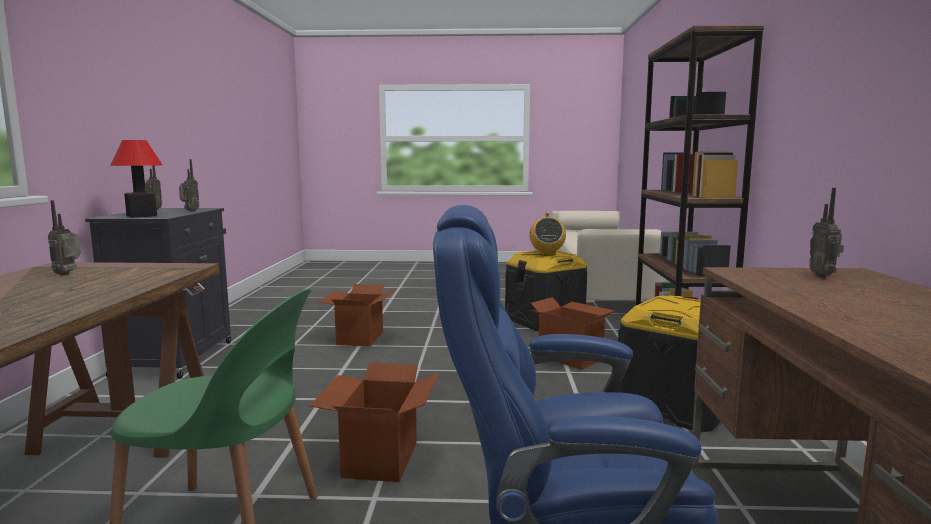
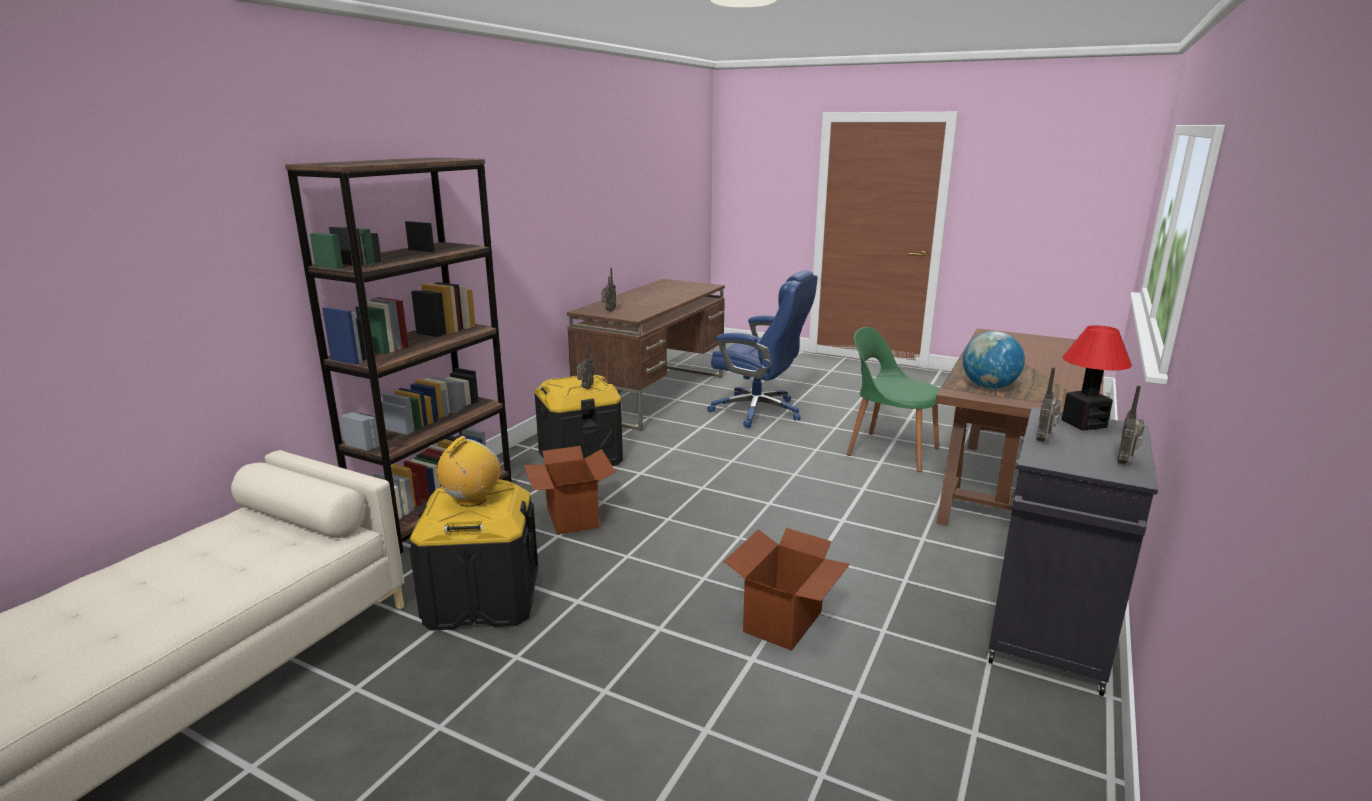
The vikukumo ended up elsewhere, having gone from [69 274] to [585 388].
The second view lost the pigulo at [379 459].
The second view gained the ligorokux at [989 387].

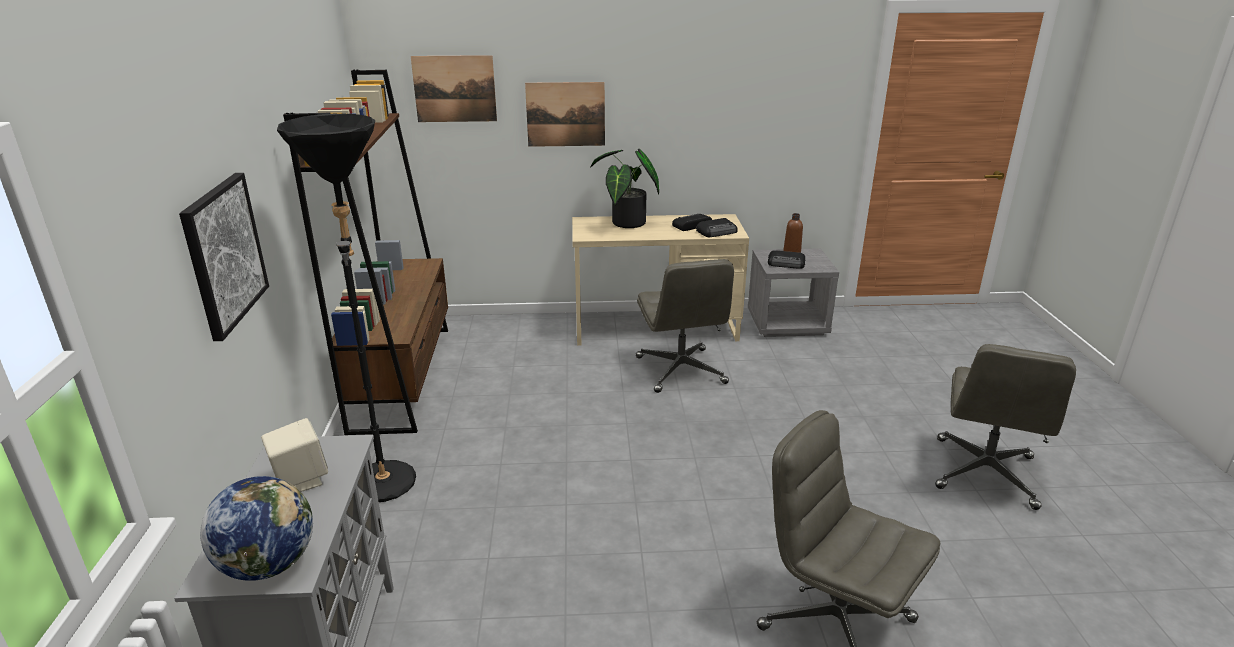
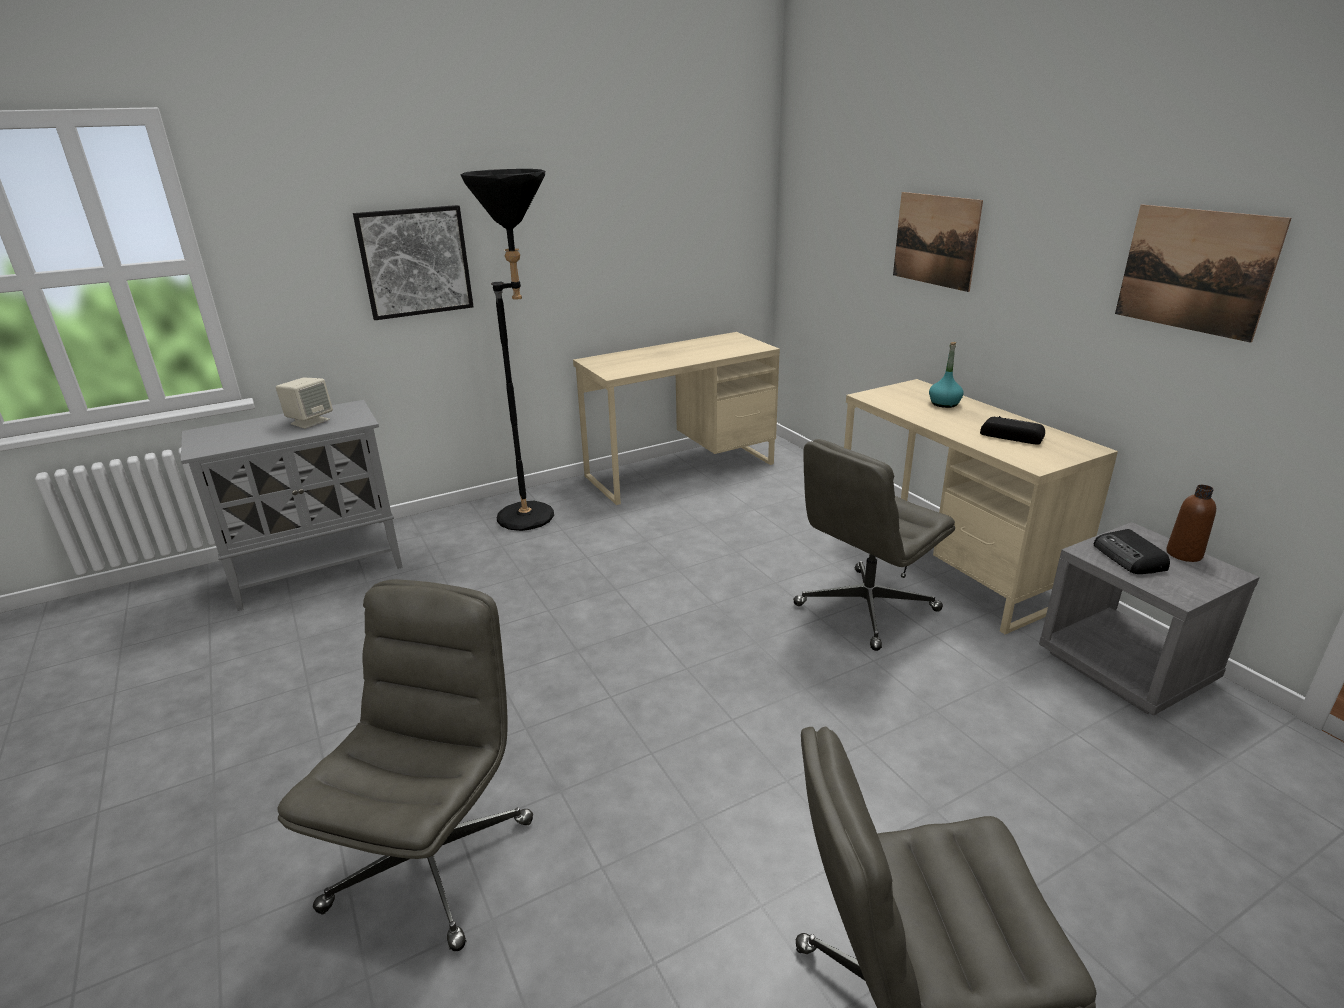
The second view lost the ligorokux at [268 564].
Where the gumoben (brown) stood at [402 376], the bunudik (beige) came to stand at [680 470].
The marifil ended up elsewhere, having gone from [454 89] to [1195 270].
Where the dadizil stood at [625 224], the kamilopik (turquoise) came to stand at [944 403].
The second view lost the vikukumo at [717 232].

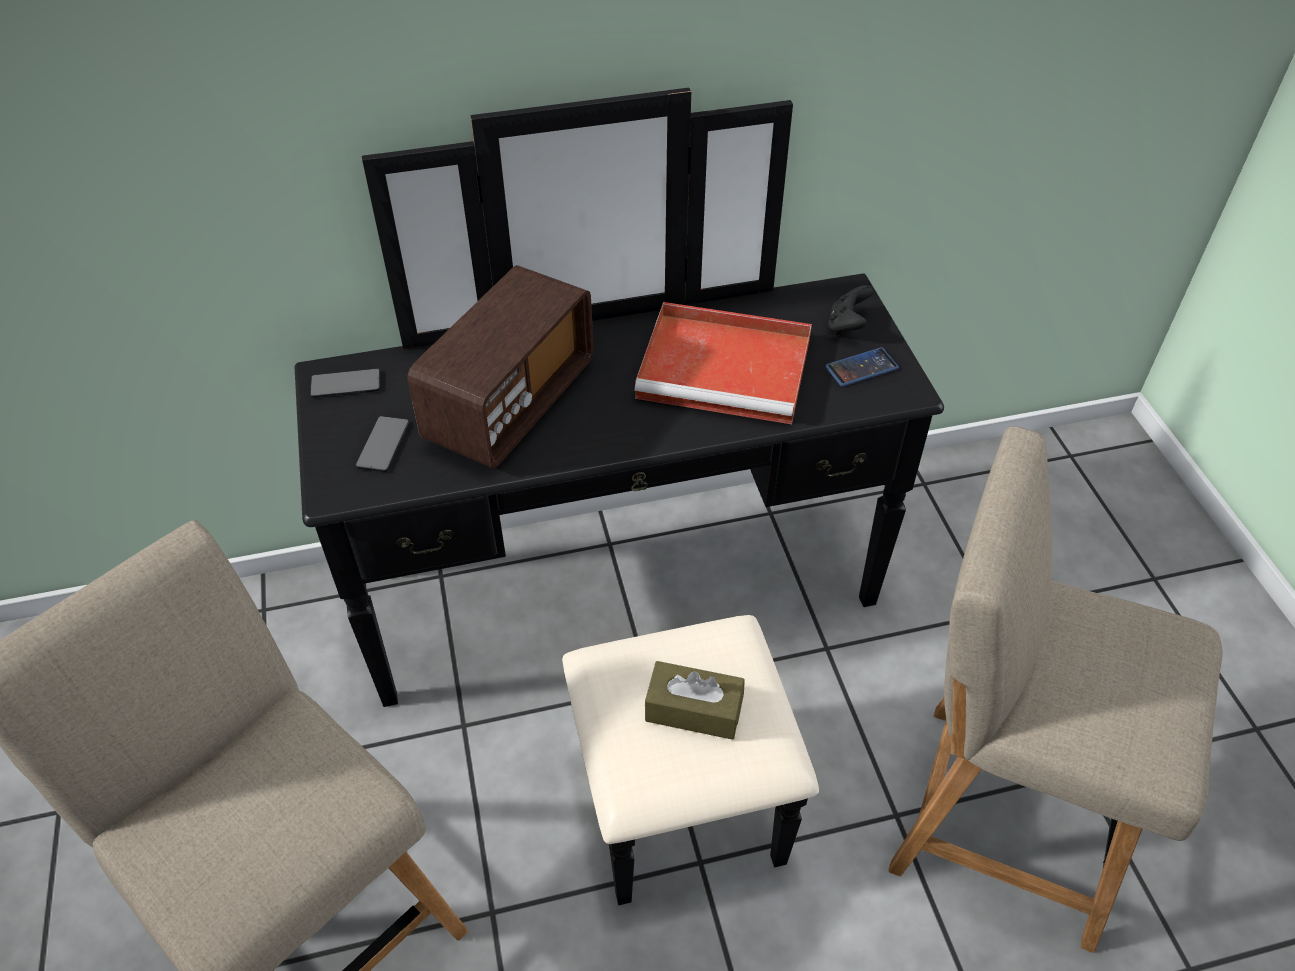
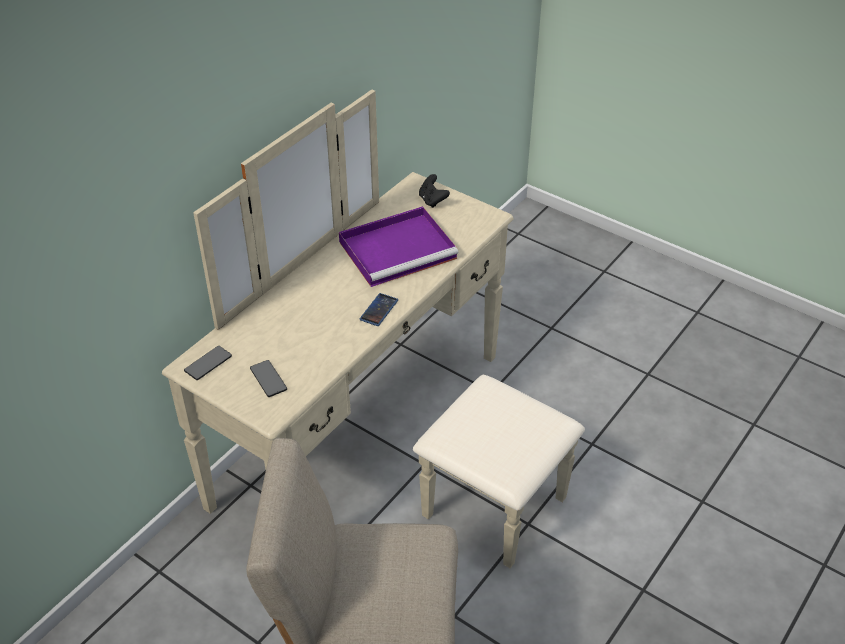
What was the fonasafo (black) at [634 632] turned into the fonasafo (beige) at [390 444].
The second view lost the vikukumo at [510 403].
What was the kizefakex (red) at [728 368] turned into the kizefakex (purple) at [399 249].
The second view lost the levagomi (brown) at [693 710].
The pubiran ended up elsewhere, having gone from [861 368] to [379 310].
The second view lost the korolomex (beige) at [994 815].

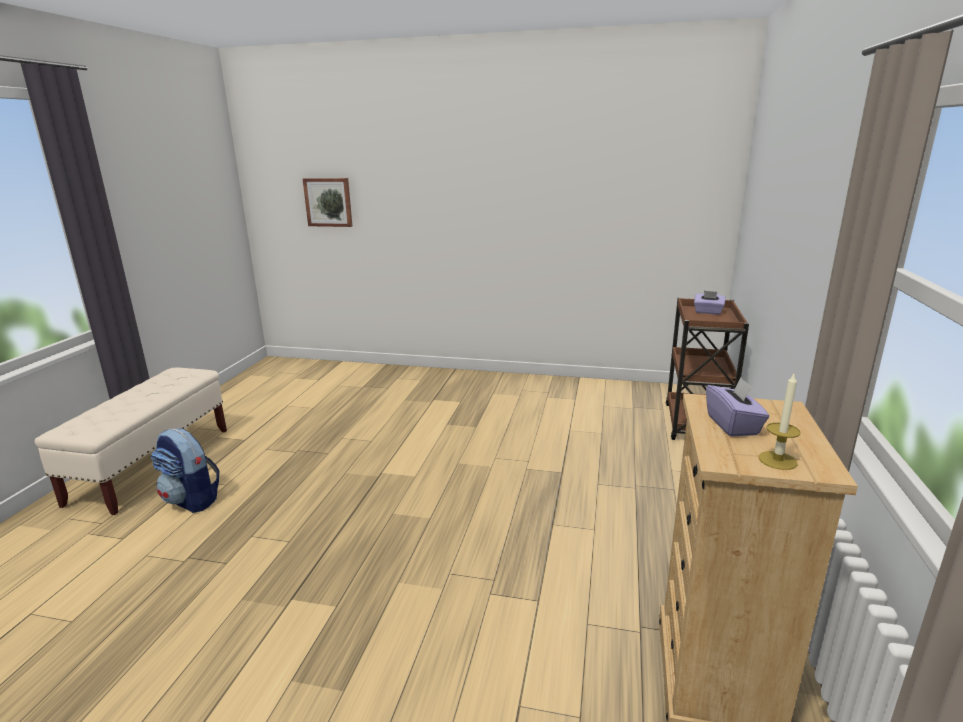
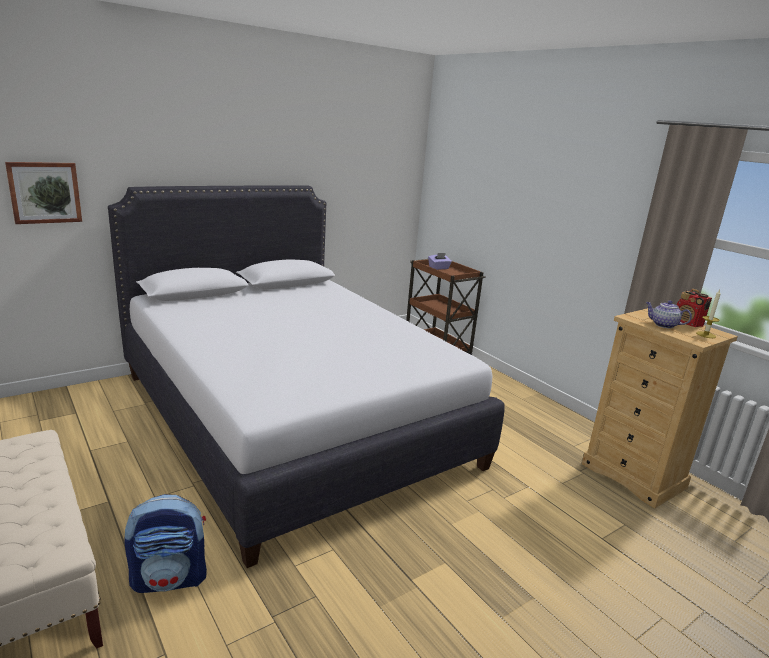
Where the levagomi (purple) stood at [733 425], the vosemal came to stand at [663 325].
The second view gained the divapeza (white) at [291 418].
The second view gained the vikukumo at [688 323].

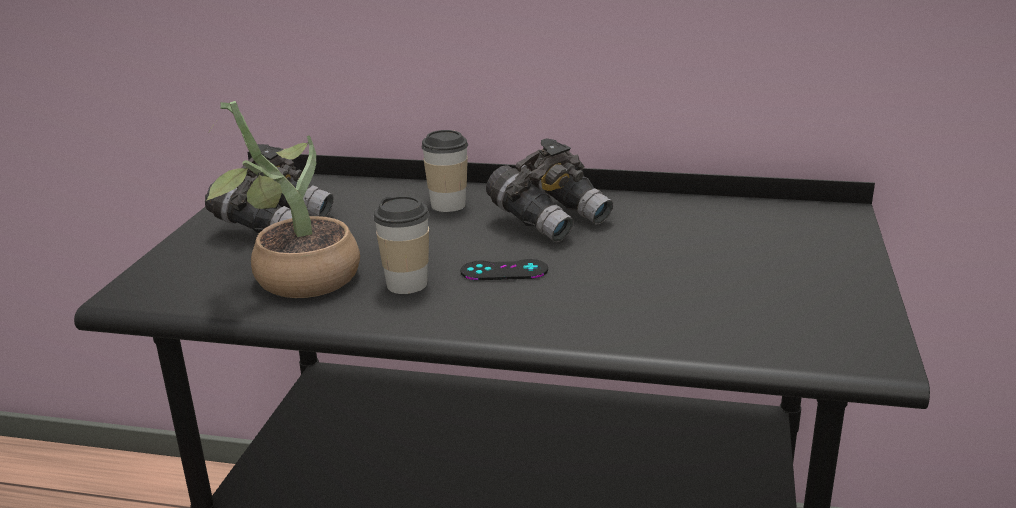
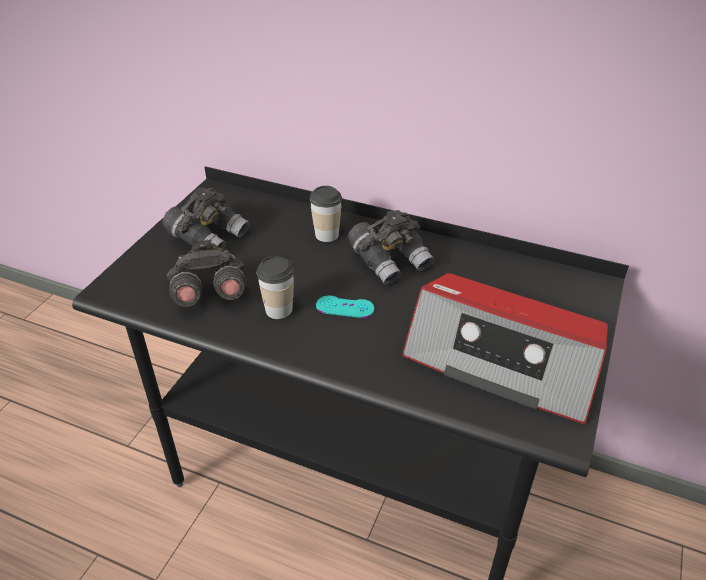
Where the dadizil stood at [293 279], the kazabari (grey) came to stand at [209 293].
What was the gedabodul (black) at [504 270] turned into the gedabodul (turquoise) at [345 307].
The second view gained the vikukumo at [502 361].

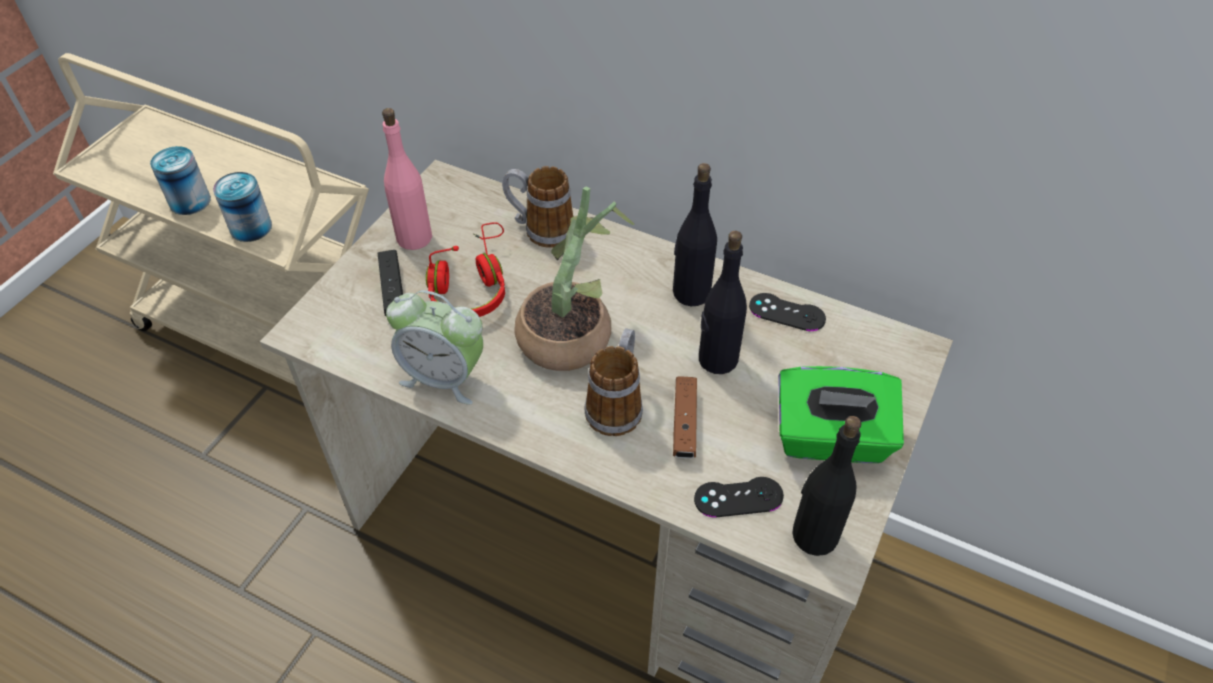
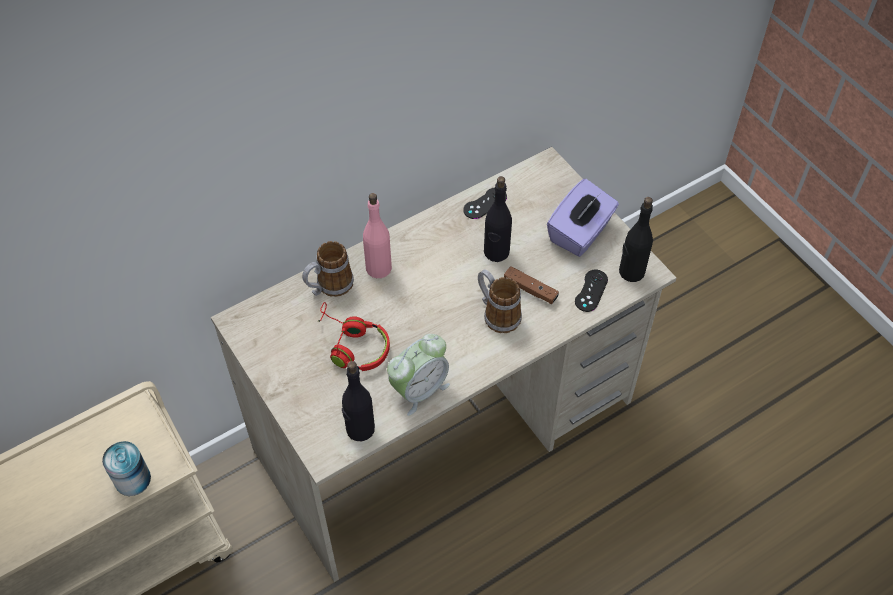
The second view lost the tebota at [190 201].
The second view lost the gedabodul (black) at [392 290].
The kamilopik (pink) ended up elsewhere, having gone from [414 237] to [378 268].
The second view lost the dadizil at [573 332].
The kamilopik (black) ended up elsewhere, having gone from [691 292] to [360 429].
What was the levagomi (green) at [831 439] turned into the levagomi (purple) at [580 233].

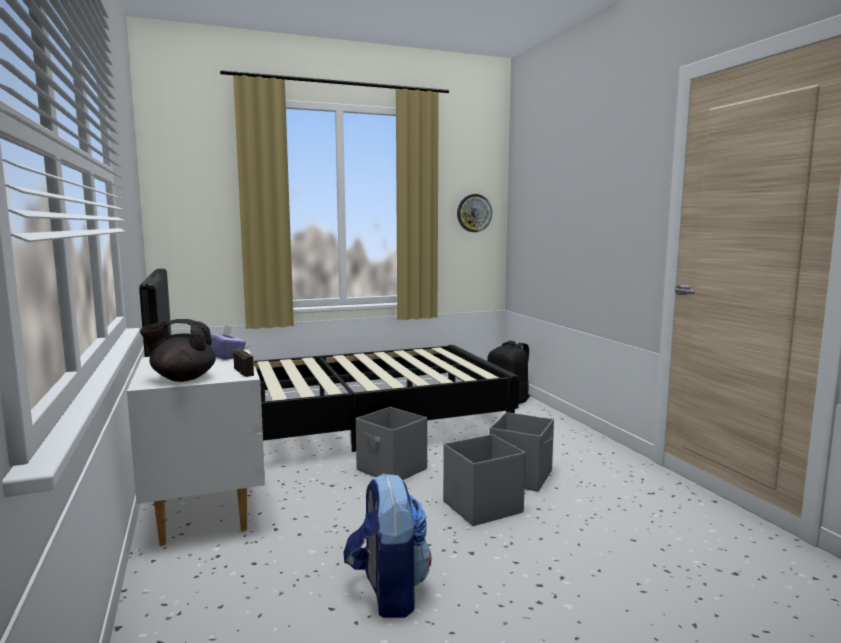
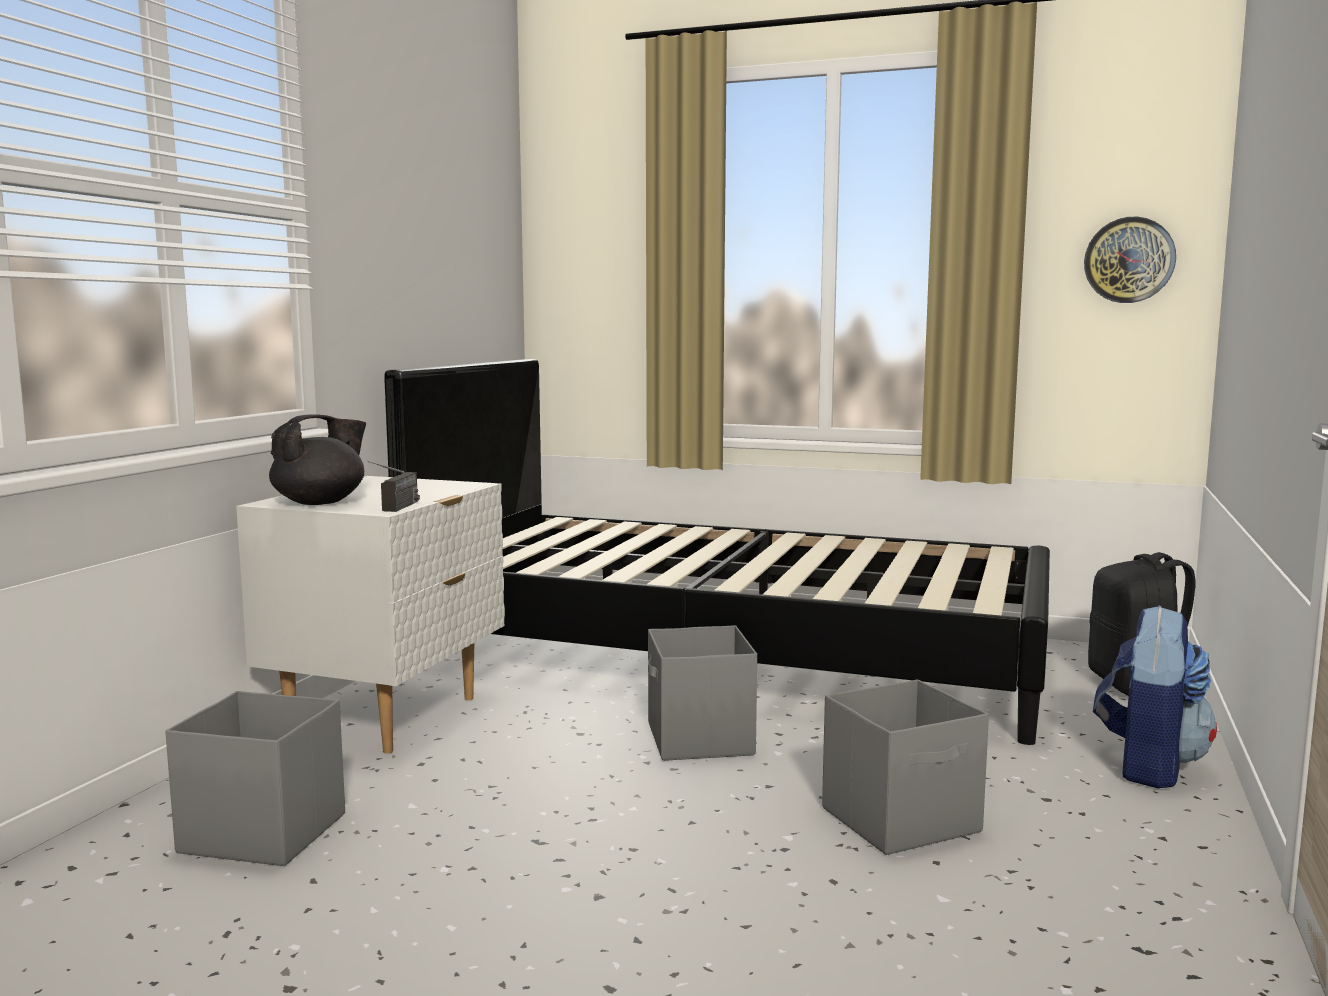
The vosemal (black) at [182 378] ended up facing another way, 105 degrees clockwise from before.
The second view lost the levagomi (purple) at [226 356].
The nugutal ended up elsewhere, having gone from [388 592] to [1148 765].
The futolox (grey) ended up elsewhere, having gone from [481 507] to [262 833].

